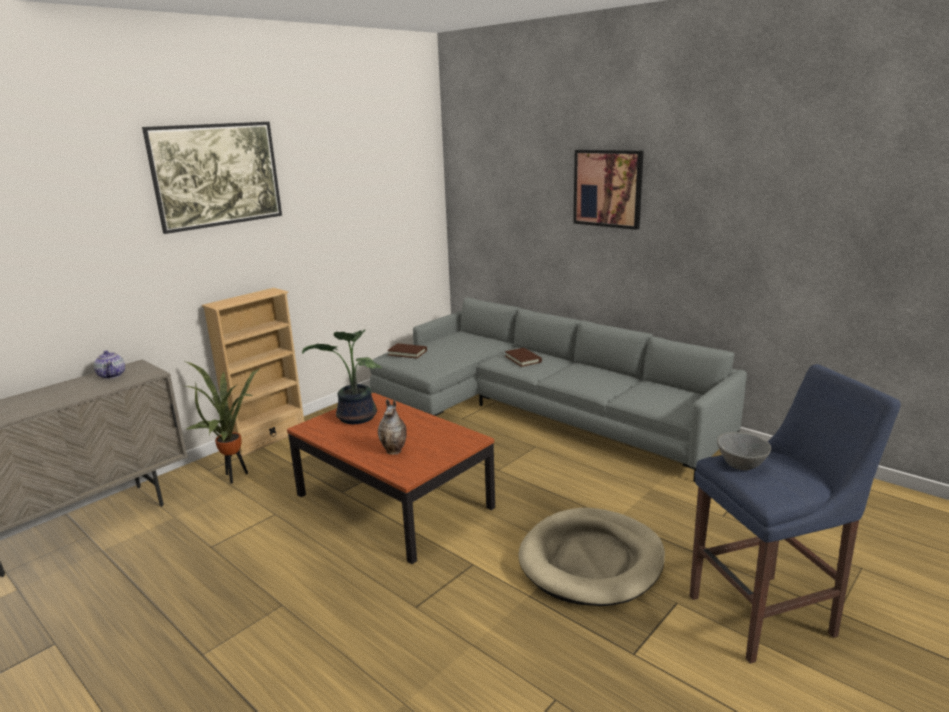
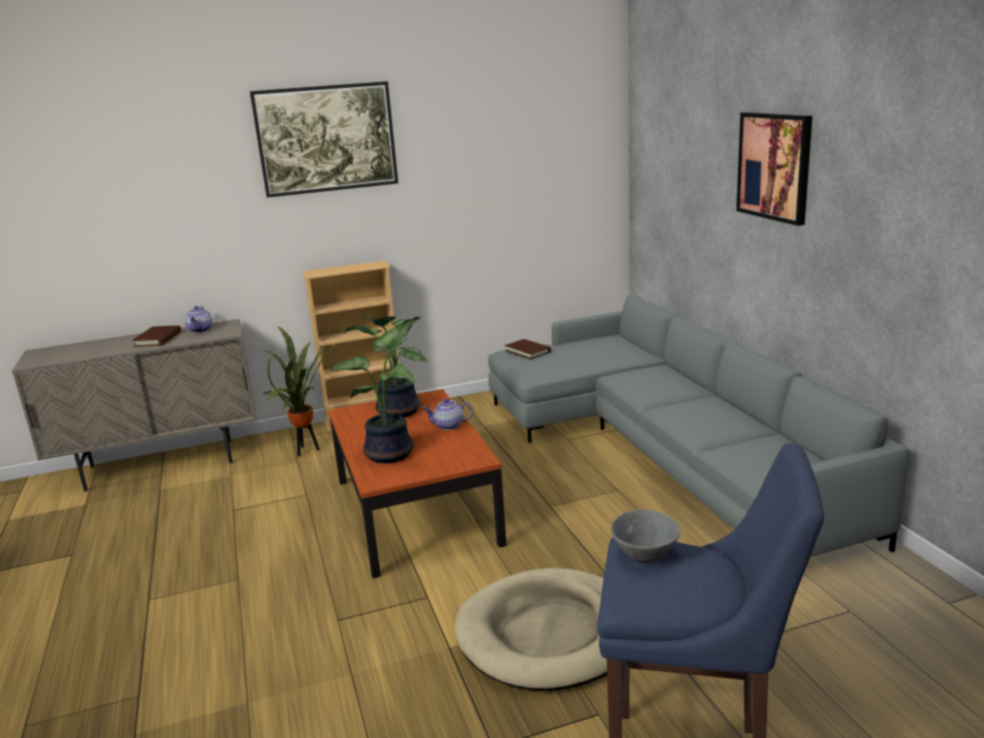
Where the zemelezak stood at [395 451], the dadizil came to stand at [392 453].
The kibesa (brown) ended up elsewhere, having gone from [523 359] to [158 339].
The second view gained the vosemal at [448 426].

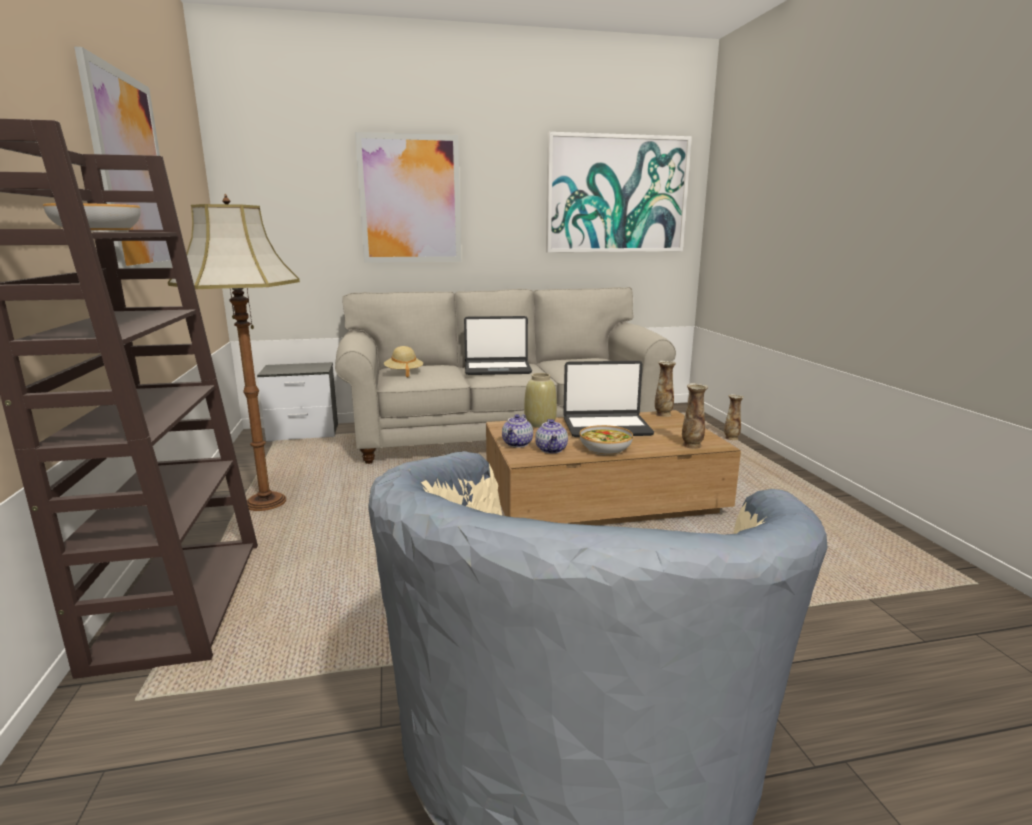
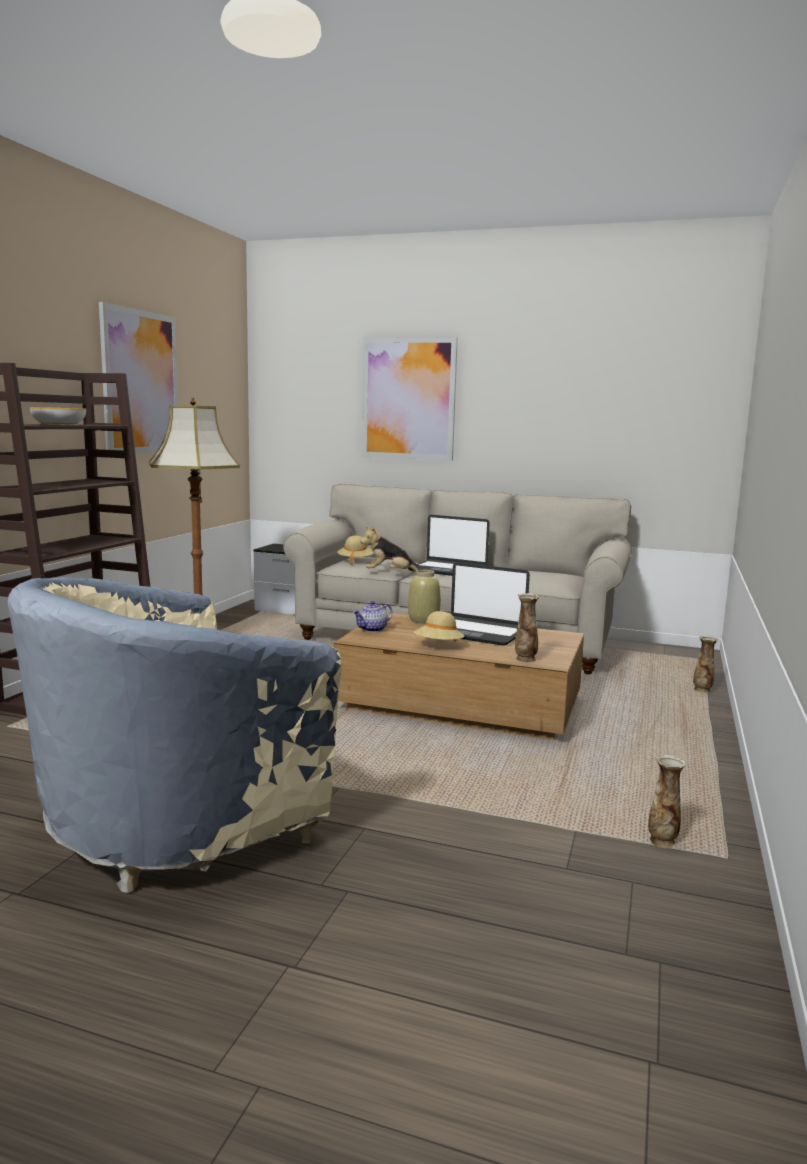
The second view lost the vosemal at [552 449].
The second view lost the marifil at [616 194].
Where the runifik stood at [605 449], the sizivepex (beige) came to stand at [438 646].
The zemelezak ended up elsewhere, having gone from [663 414] to [662 841].
The second view gained the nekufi at [390 574].

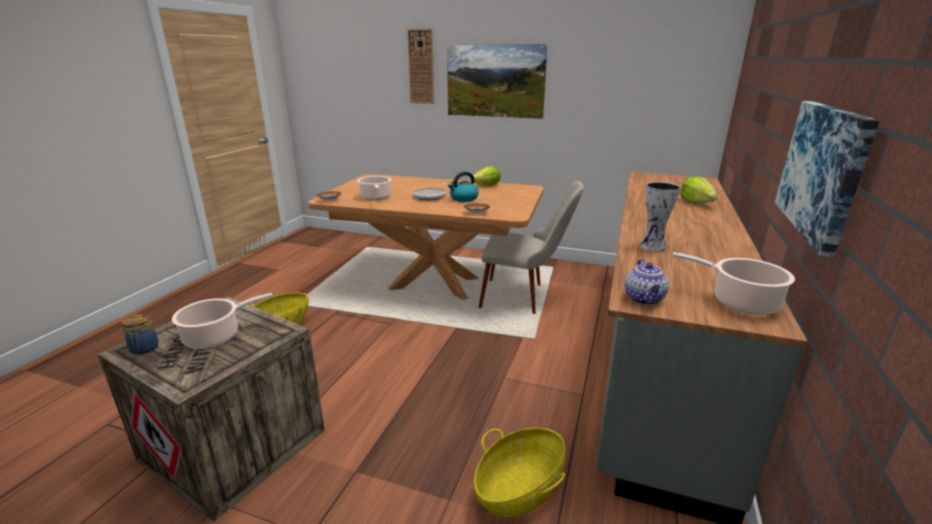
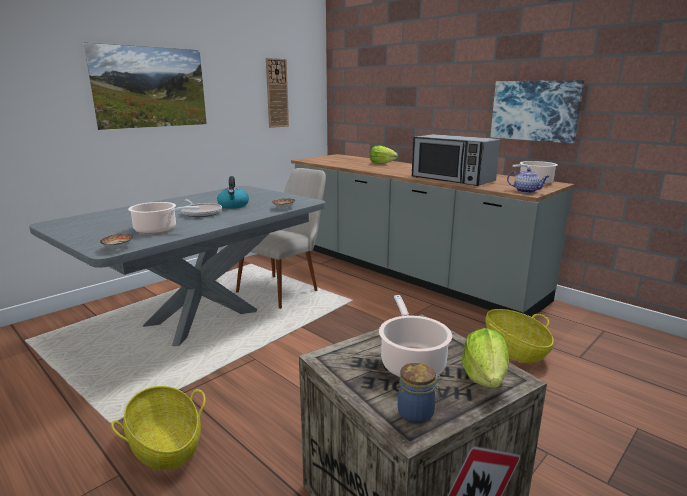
What was the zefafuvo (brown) at [434 284] turned into the zefafuvo (grey) at [202 318].
The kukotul ended up elsewhere, having gone from [421 67] to [277 93].
The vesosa ended up elsewhere, having gone from [487 186] to [485 377].
Where the zemelezak stood at [653 247], the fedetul came to stand at [452 179].

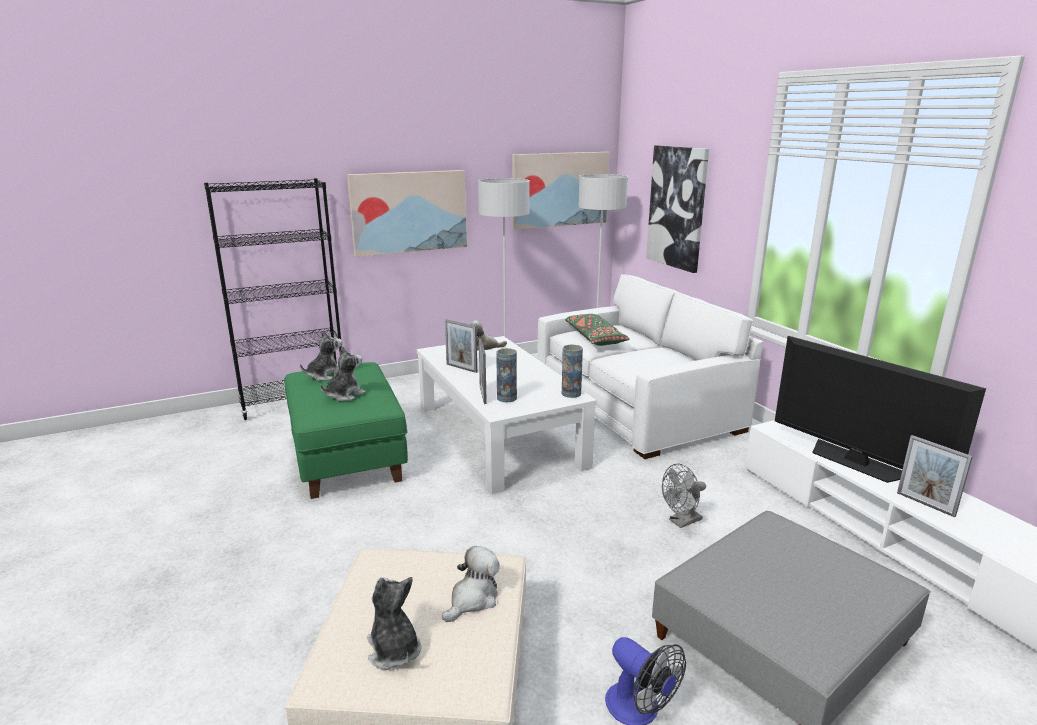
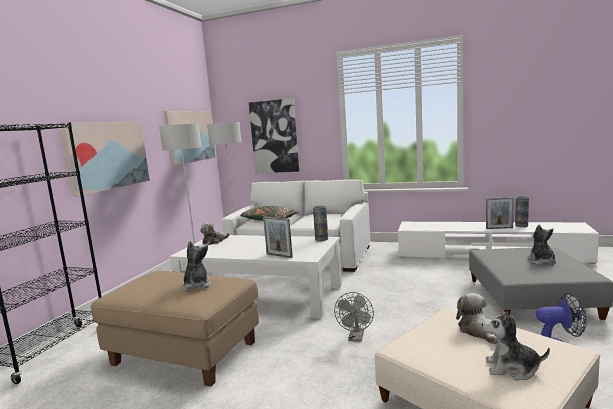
What was the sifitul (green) at [347 457] turned into the sifitul (beige) at [183 353].
The nekufi ended up elsewhere, having gone from [325 375] to [541 261].
The second view lost the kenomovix at [461 368].
The zemelezak ended up elsewhere, having gone from [506 398] to [521 225].
The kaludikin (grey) ended up elsewhere, having gone from [681 522] to [356 338].
The second view lost the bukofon at [856 462].

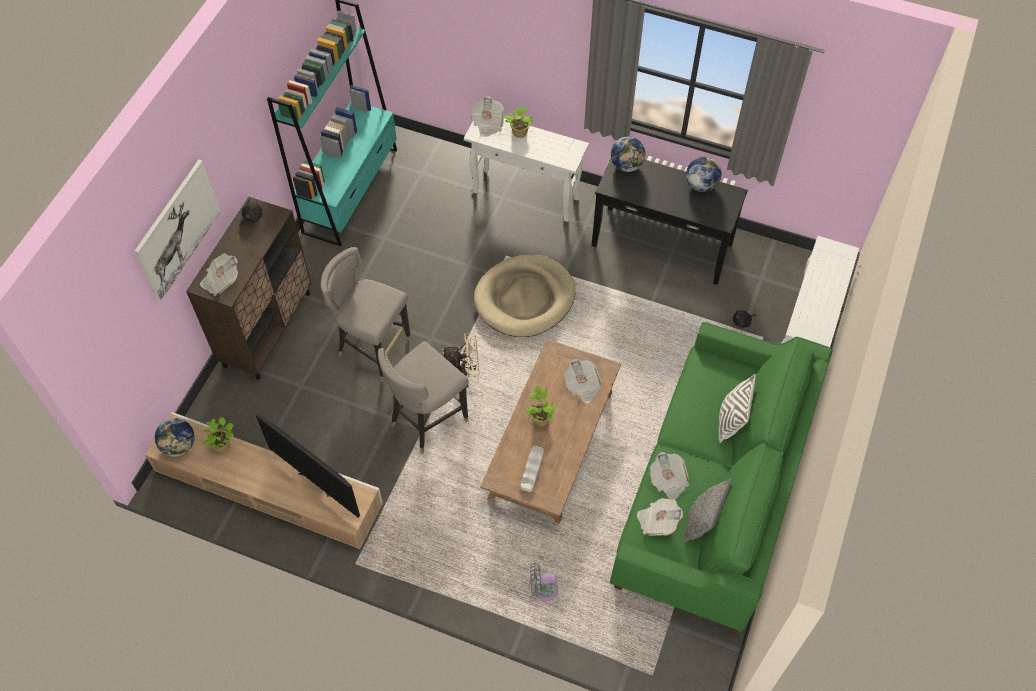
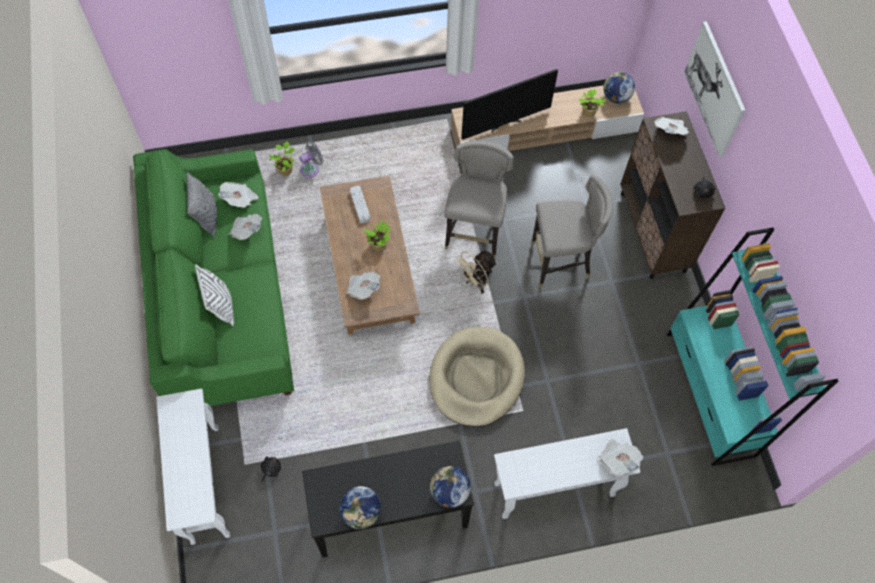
The bukofon at [316 482] ended up facing another way, 150 degrees clockwise from before.
The dadizil ended up elsewhere, having gone from [519 133] to [285 170].

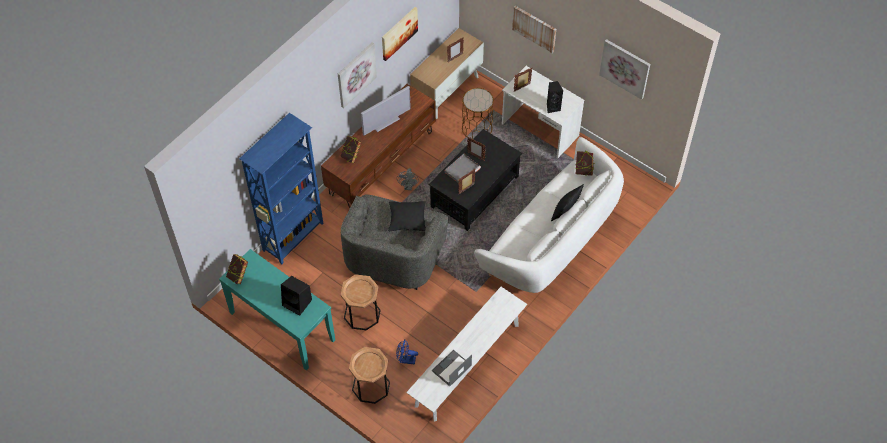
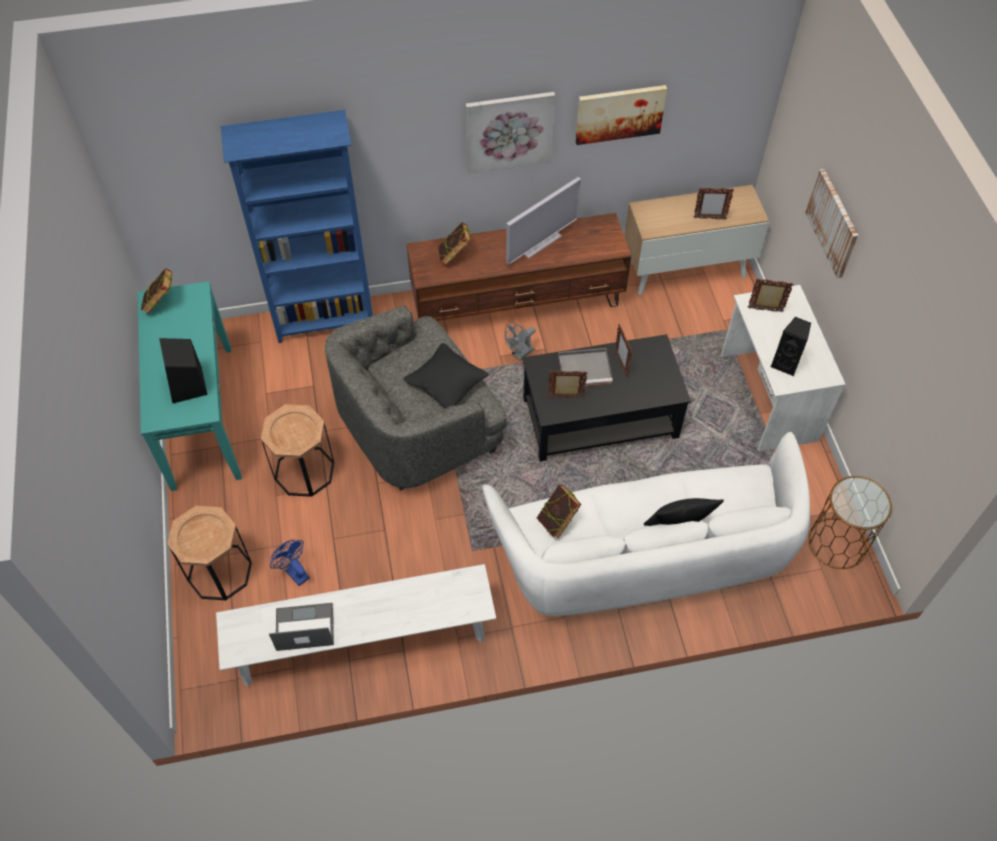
The bukofon at [385 122] ended up facing another way, 45 degrees counterclockwise from before.
The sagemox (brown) ended up elsewhere, having gone from [477 128] to [837 543].
The kibesa ended up elsewhere, having gone from [583 170] to [557 521].
The second view lost the marifil at [625 68].

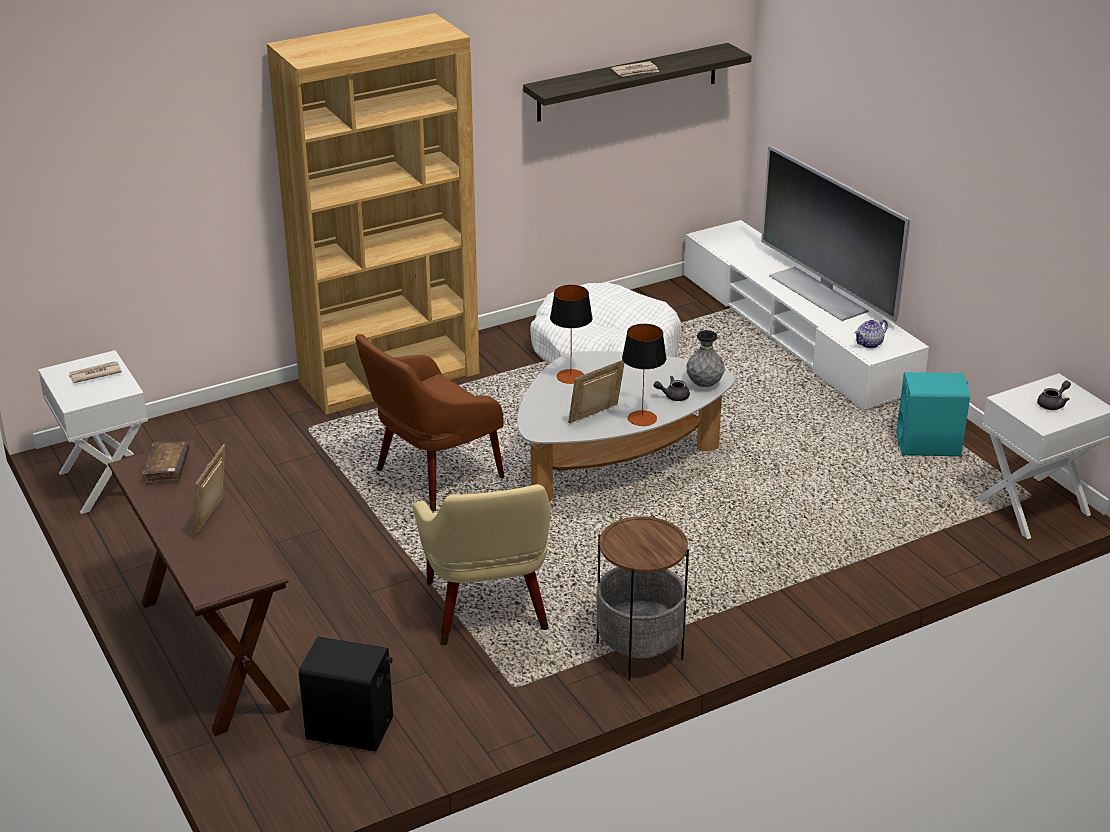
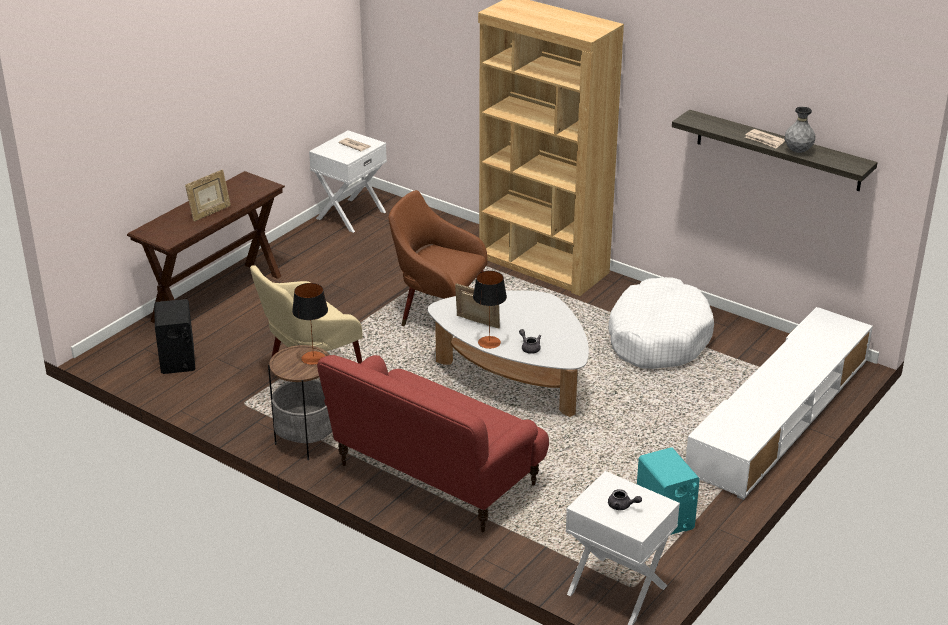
The second view lost the kibesa (brown) at [167 469].
The kenomovix at [212 518] ended up facing another way, 150 degrees clockwise from before.
The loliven ended up elsewhere, having gone from [570 376] to [313 358].
The zemelezak (grey) ended up elsewhere, having gone from [704 385] to [798 151].
The second view lost the bukofon at [819 293].
The second view lost the vosemal at [869 344].
The second view gained the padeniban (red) at [435 478].

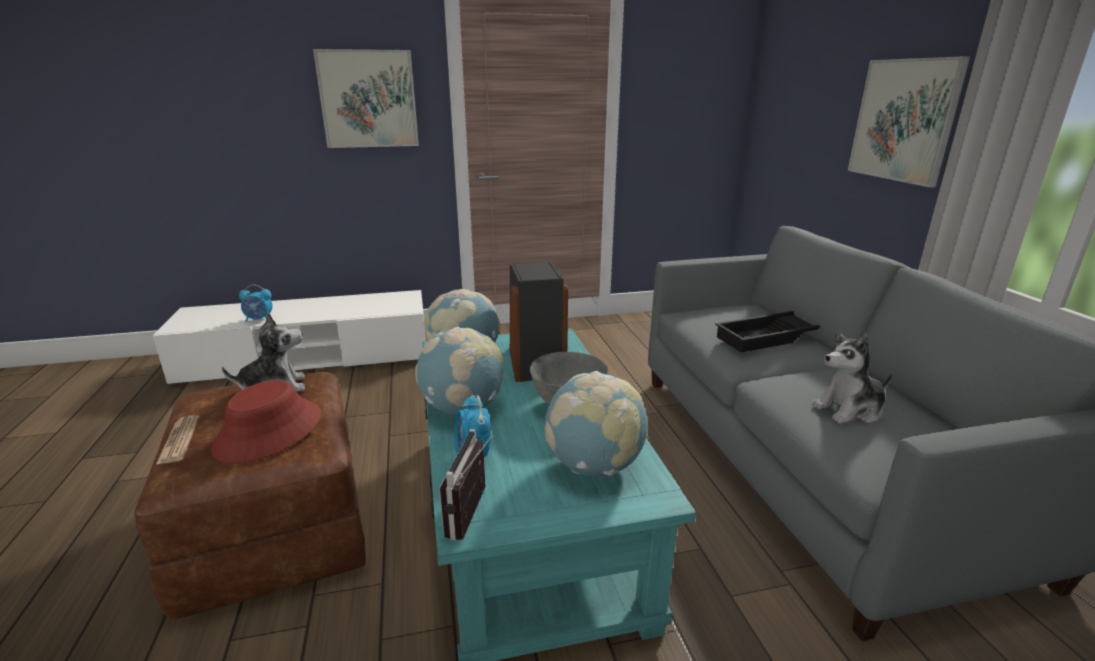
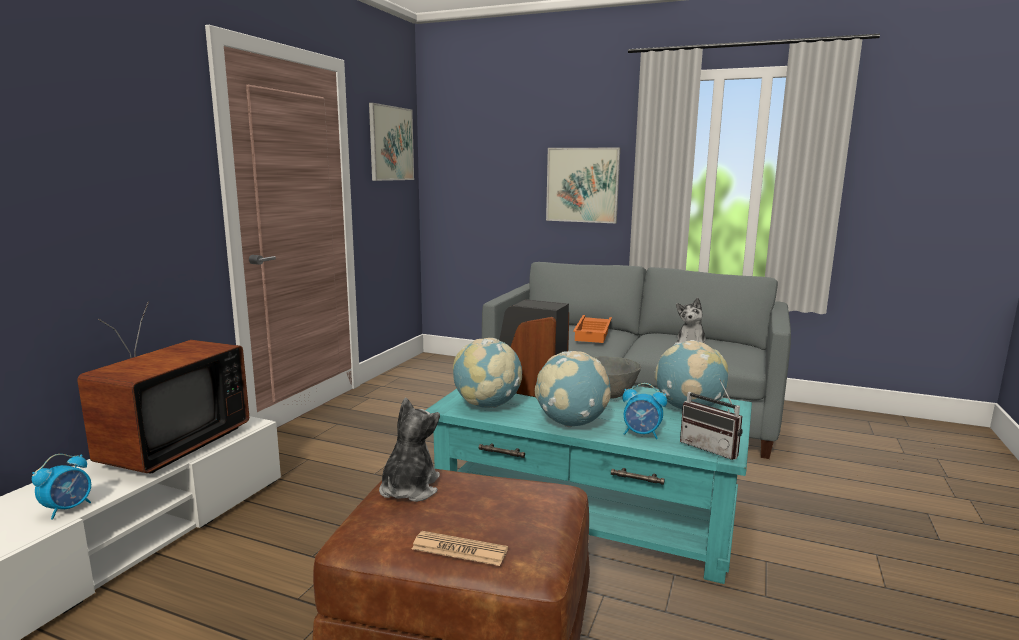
The second view lost the sizivepex (red) at [269 432].
The marifil ended up elsewhere, having gone from [368 99] to [391 143].
What was the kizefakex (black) at [769 337] turned into the kizefakex (orange) at [594 333].
The second view gained the bukofon at [168 447].

